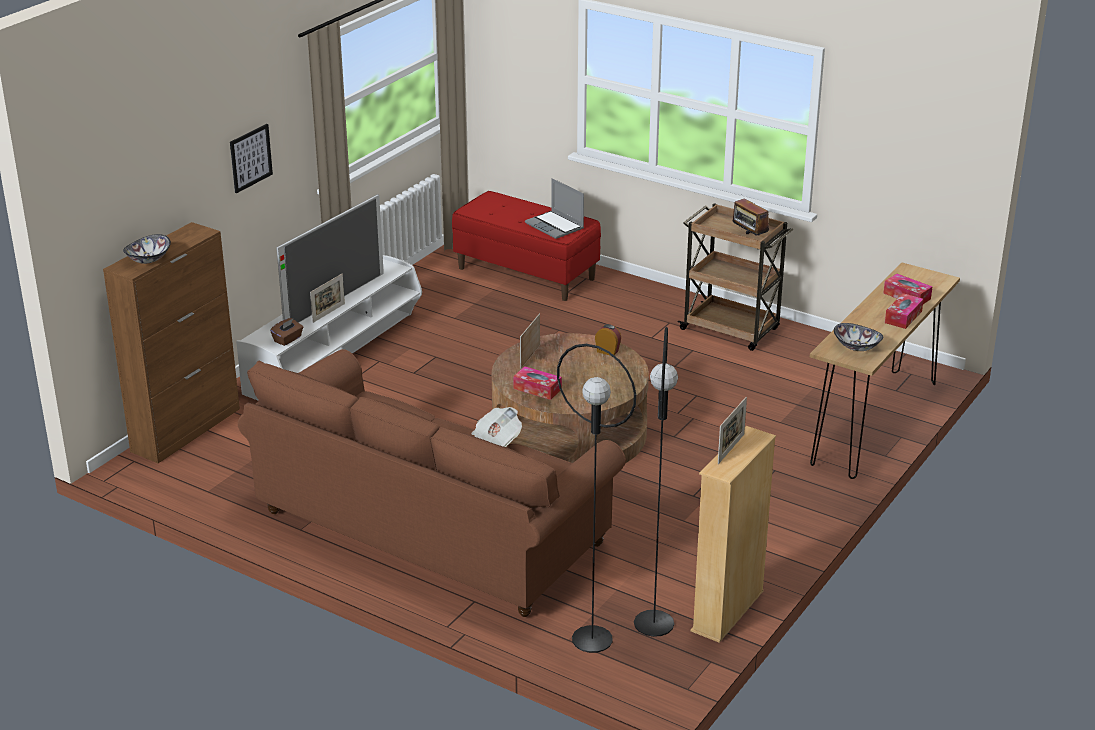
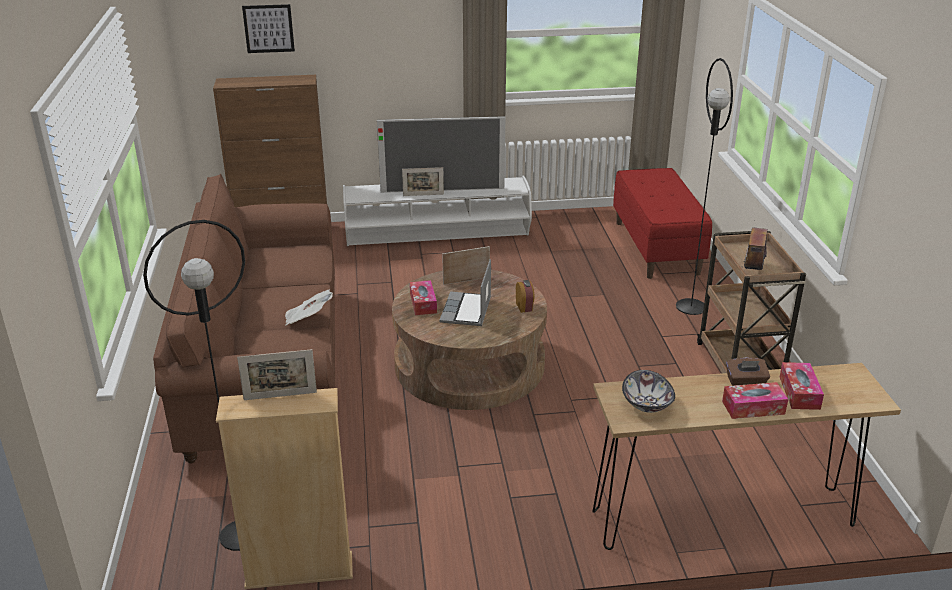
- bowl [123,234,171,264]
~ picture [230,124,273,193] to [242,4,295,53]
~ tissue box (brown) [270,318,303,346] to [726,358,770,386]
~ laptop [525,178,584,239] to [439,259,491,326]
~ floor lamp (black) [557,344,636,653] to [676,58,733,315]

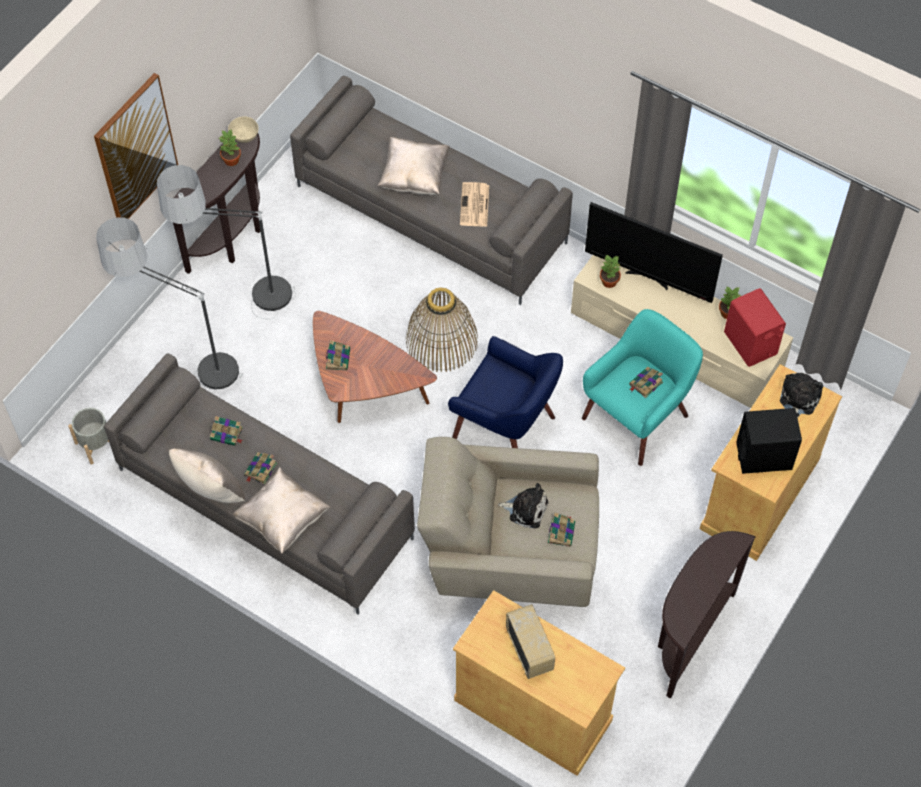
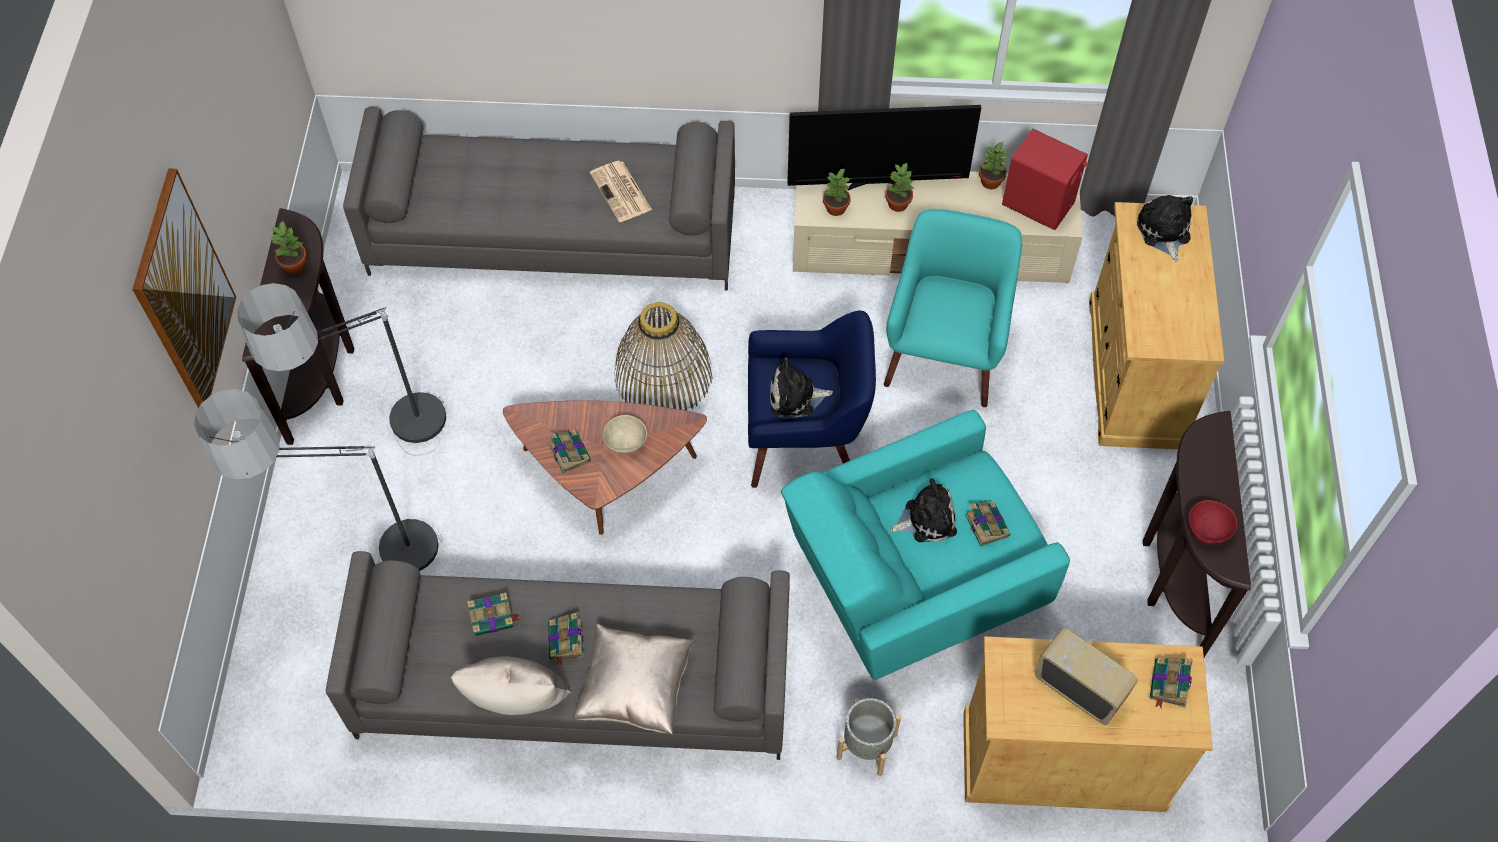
~ planter (grey) [68,408,109,465] to [836,698,901,776]
~ bowl (beige) [228,116,258,143] to [603,415,647,454]
- pillow (beige) [377,137,450,195]
~ armchair (beige) [417,437,599,607] to armchair (turquoise) [781,410,1070,680]
~ book [629,367,663,398] to [1150,657,1193,708]
- speaker (black) [737,408,802,474]
+ plush toy [770,357,833,419]
+ potted plant [885,163,915,212]
+ bowl (red) [1188,500,1237,544]

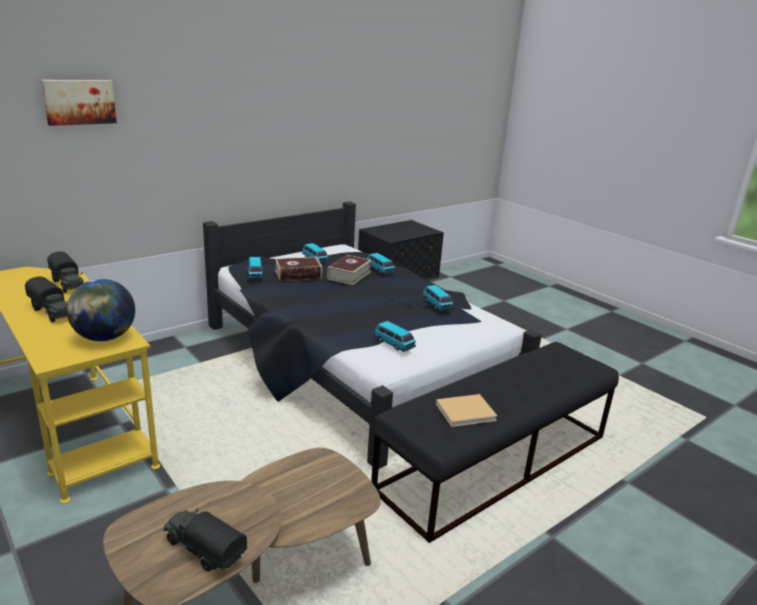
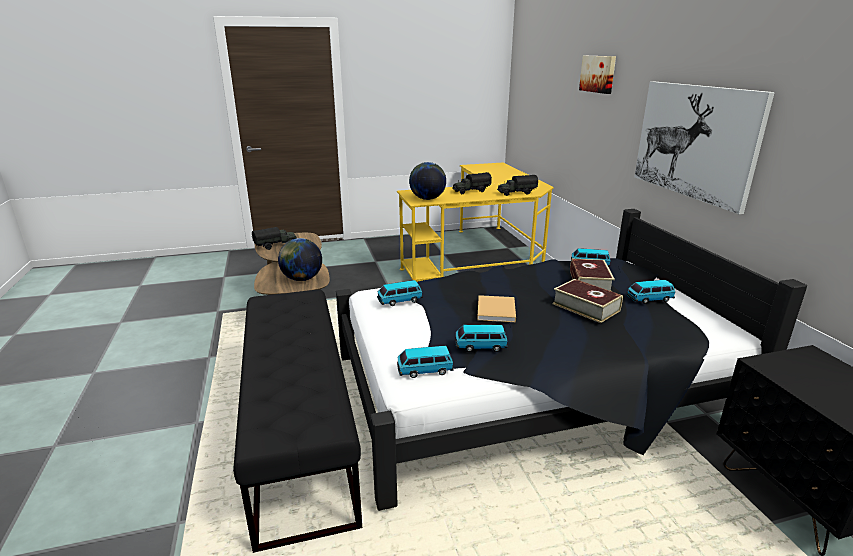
~ toy car [367,253,395,274] to [397,346,454,378]
~ book (beige) [436,394,497,427] to [477,295,516,322]
+ globe [278,238,322,281]
+ picture [634,81,775,214]

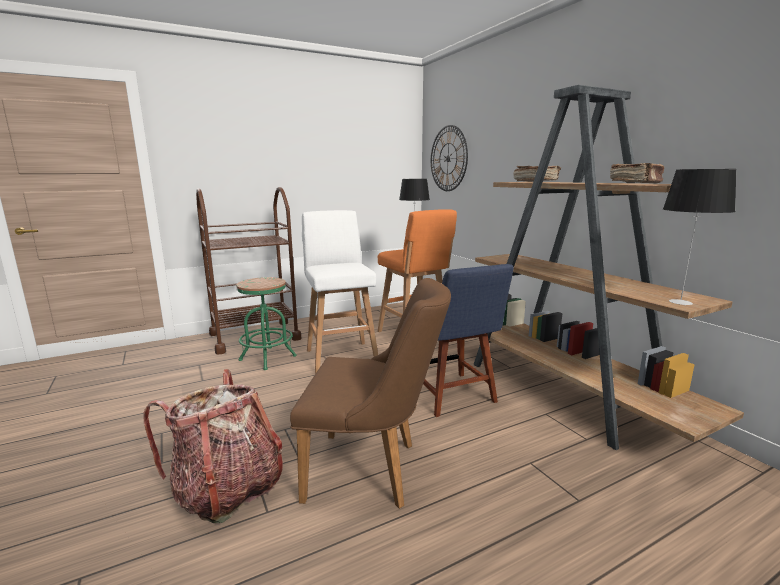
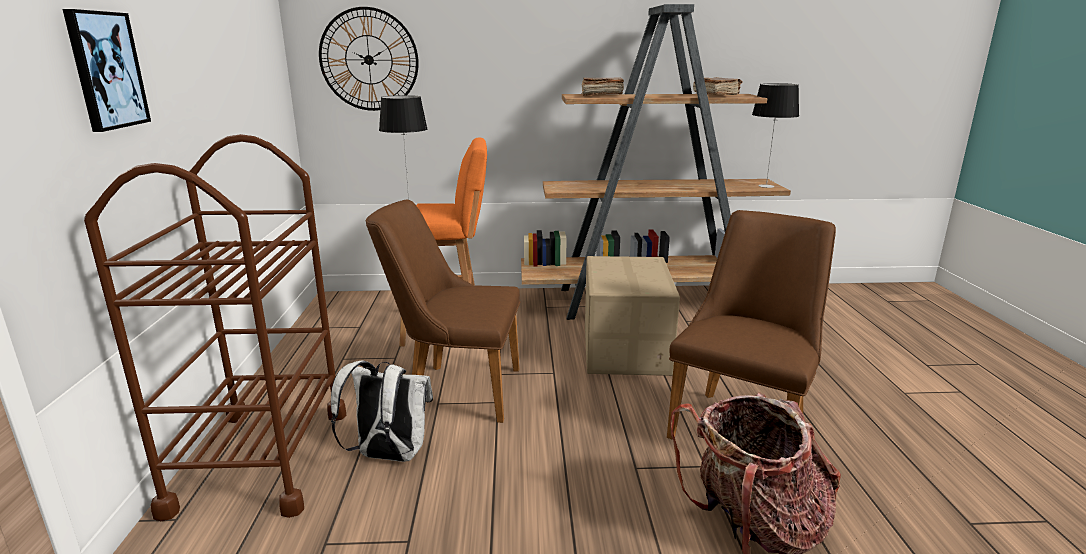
~ stool (green) [236,277,297,370] to backpack (white) [331,360,433,462]
~ stool (white) [302,210,378,374] to chair (brown) [366,200,520,423]
~ chair (blue) [423,264,514,417] to cardboard box [585,256,680,376]
+ picture [63,9,151,132]

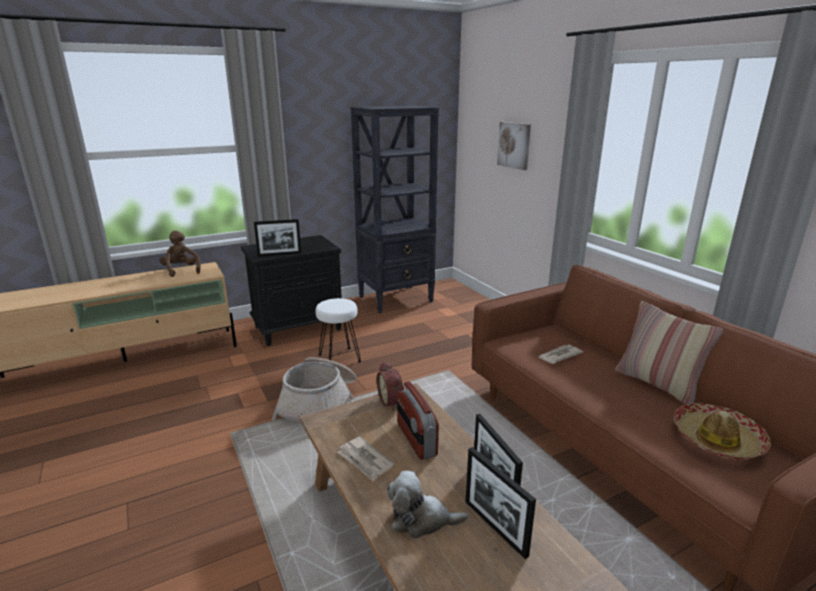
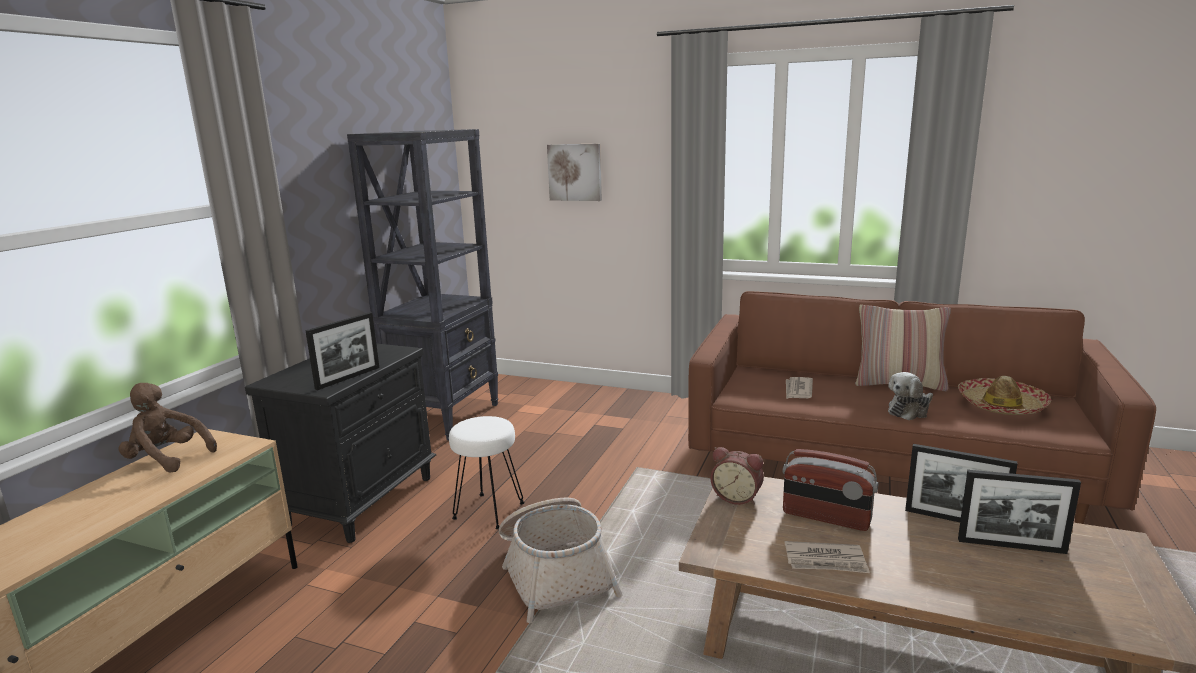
~ plush toy [387,471,468,539] to [888,372,933,420]

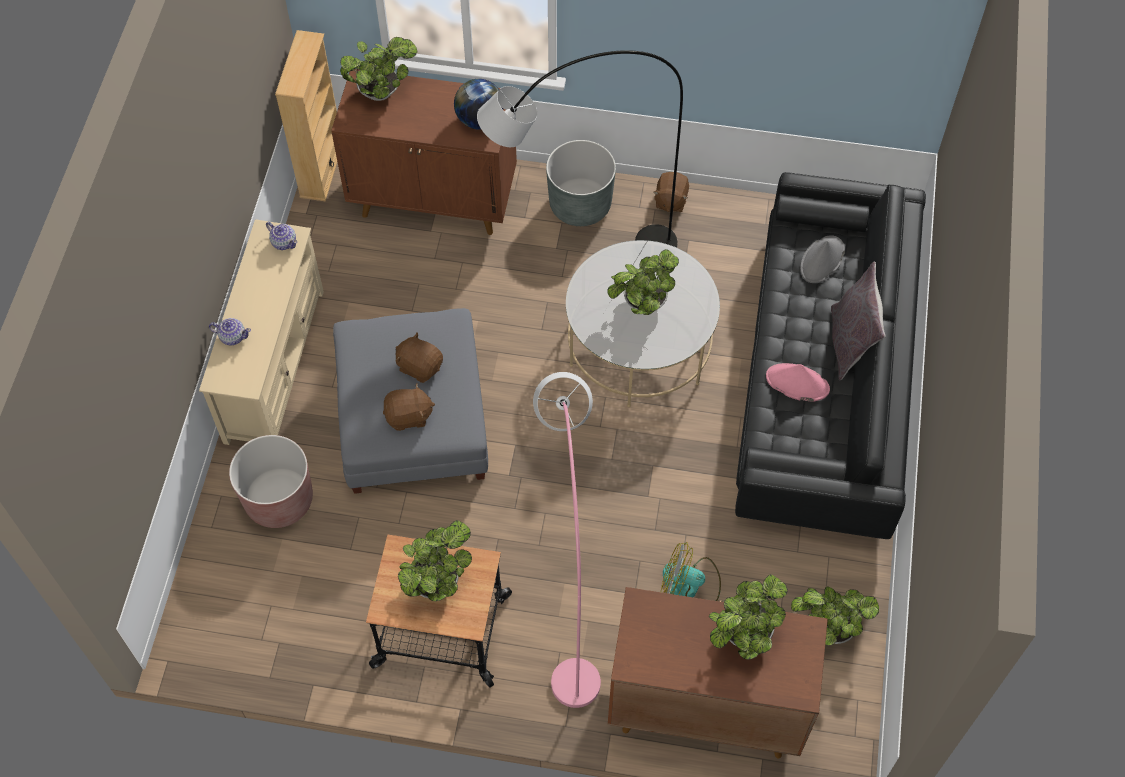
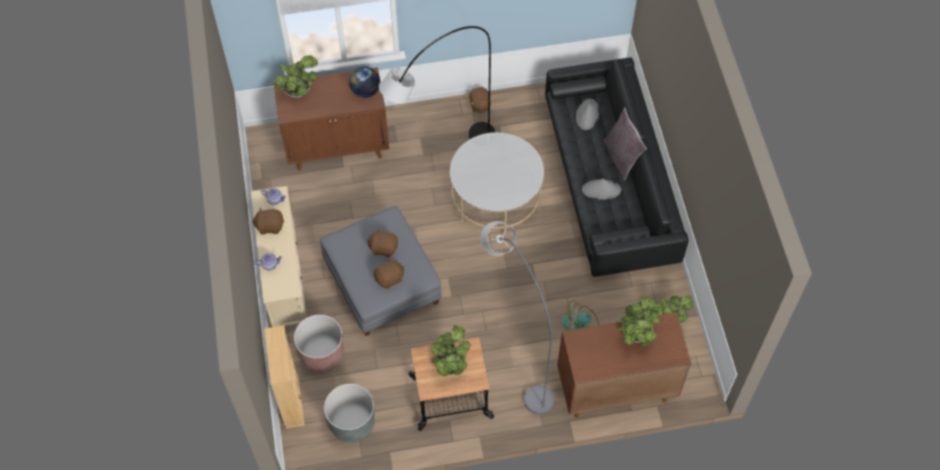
~ bookcase (beige) [275,30,337,201] to [264,325,305,429]
~ floor lamp (pink) [533,372,601,708] to floor lamp (grey) [480,221,554,414]
~ planter (grey) [546,140,616,226] to [324,384,375,443]
- potted plant [607,249,679,315]
~ hat (pink) [766,363,830,401] to hat (grey) [582,179,621,200]
+ plush toy (brown) [252,208,284,234]

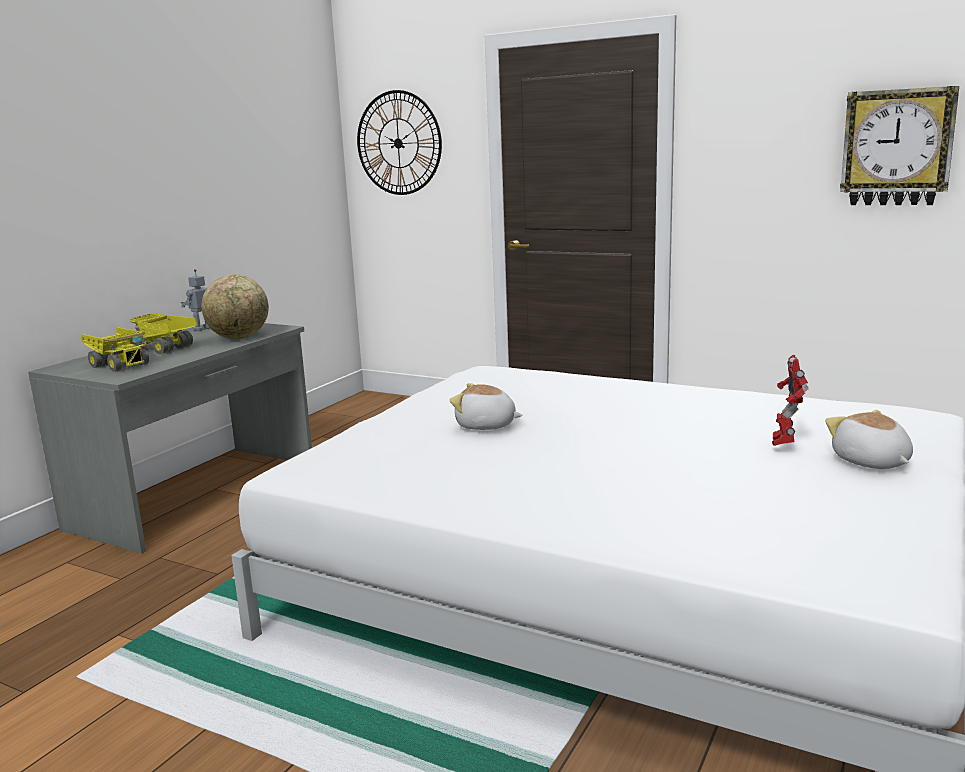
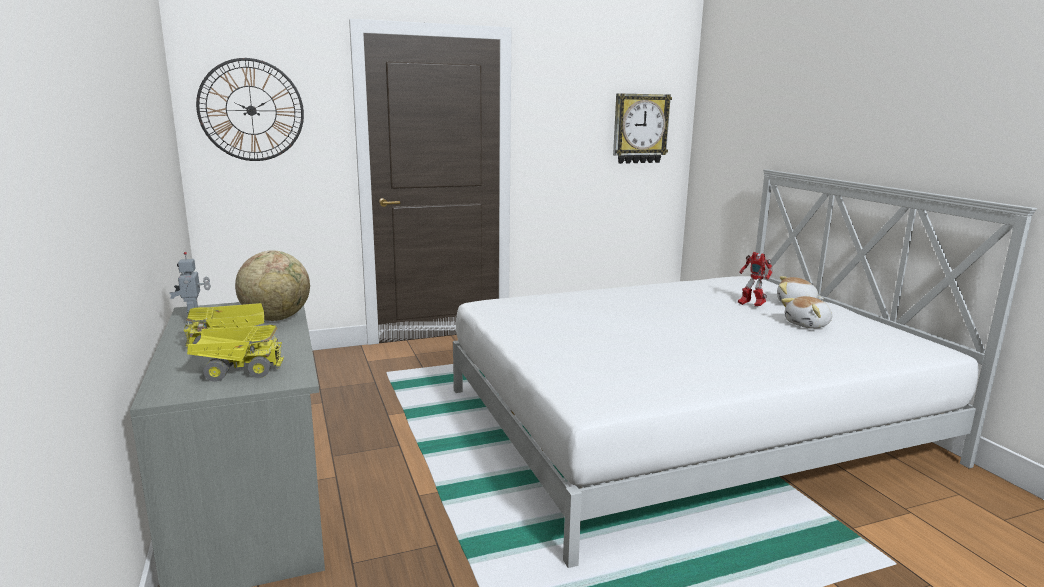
~ plush toy [449,383,523,430] to [781,296,832,329]

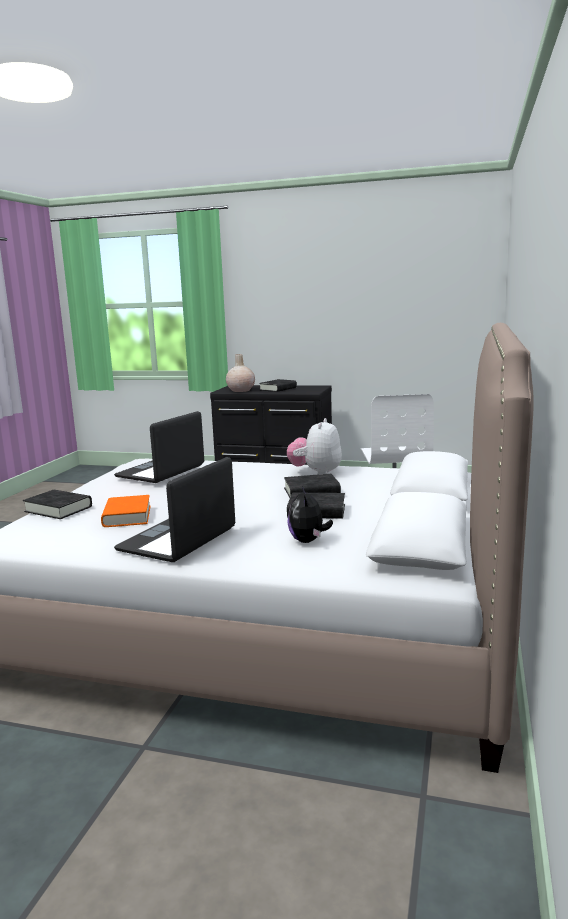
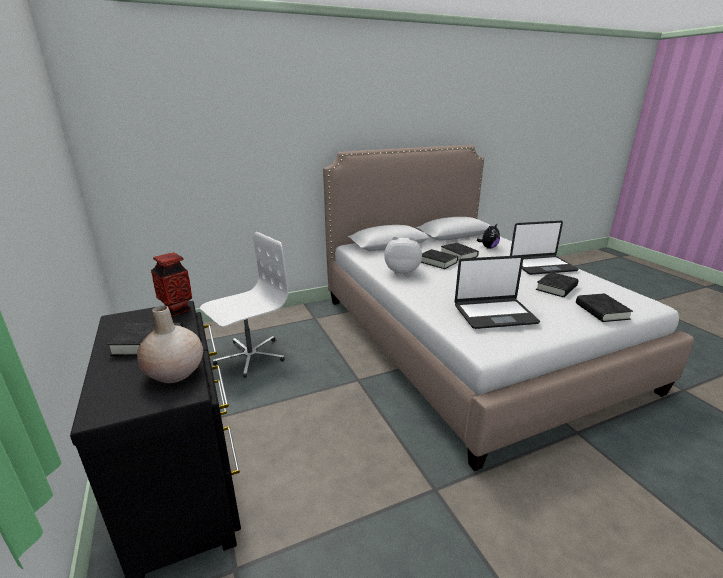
~ book (orange) [101,495,151,527] to book (black) [536,272,578,297]
~ plush toy [287,418,342,474] = [384,236,422,276] 150 degrees counterclockwise
+ vase [151,252,192,317]

